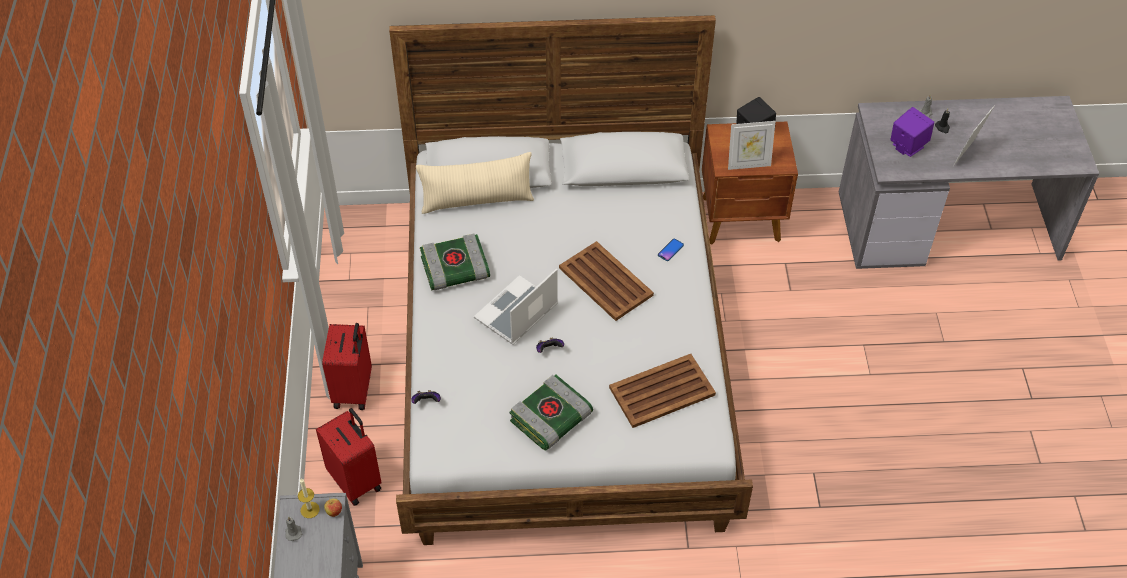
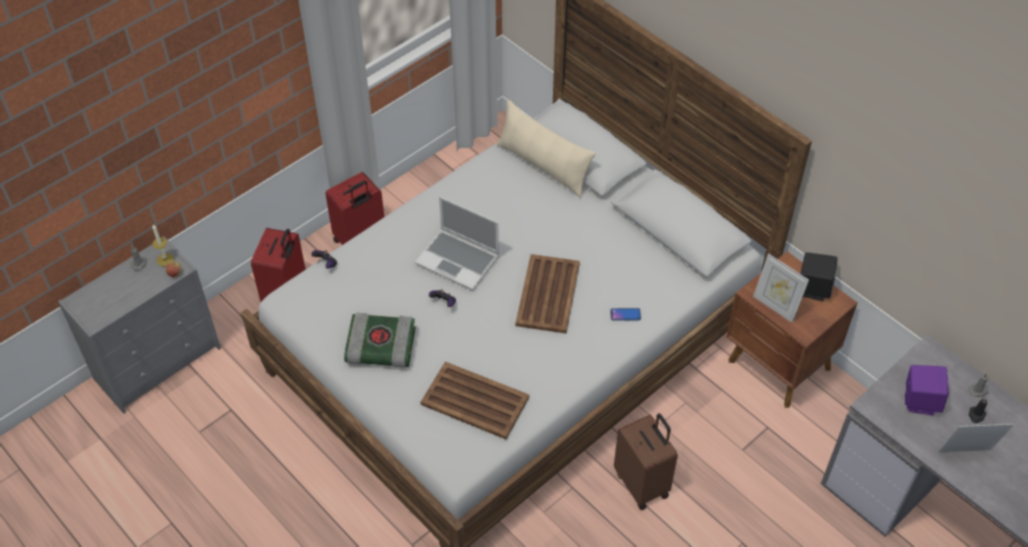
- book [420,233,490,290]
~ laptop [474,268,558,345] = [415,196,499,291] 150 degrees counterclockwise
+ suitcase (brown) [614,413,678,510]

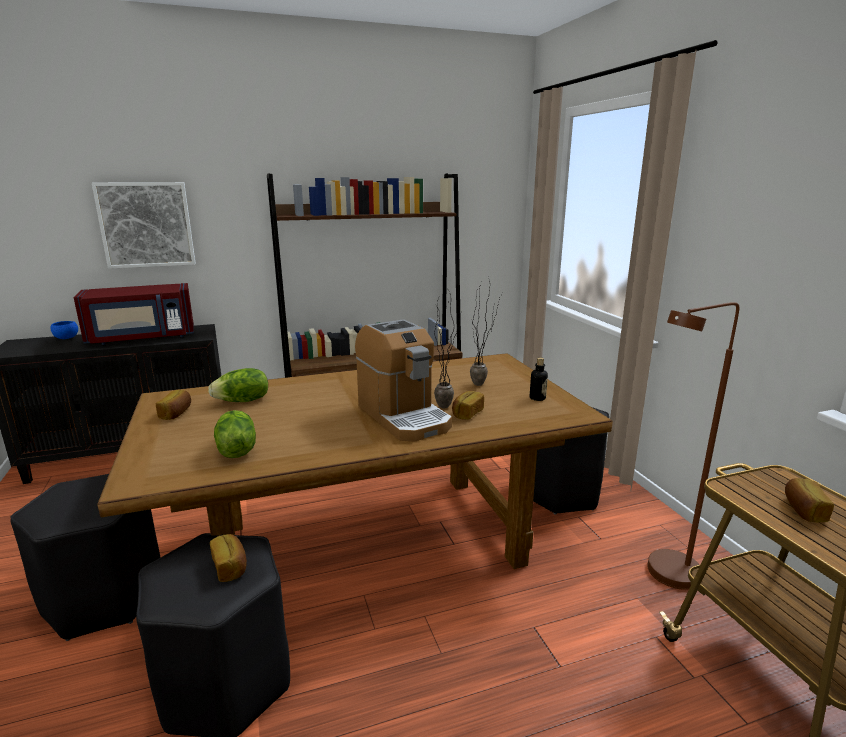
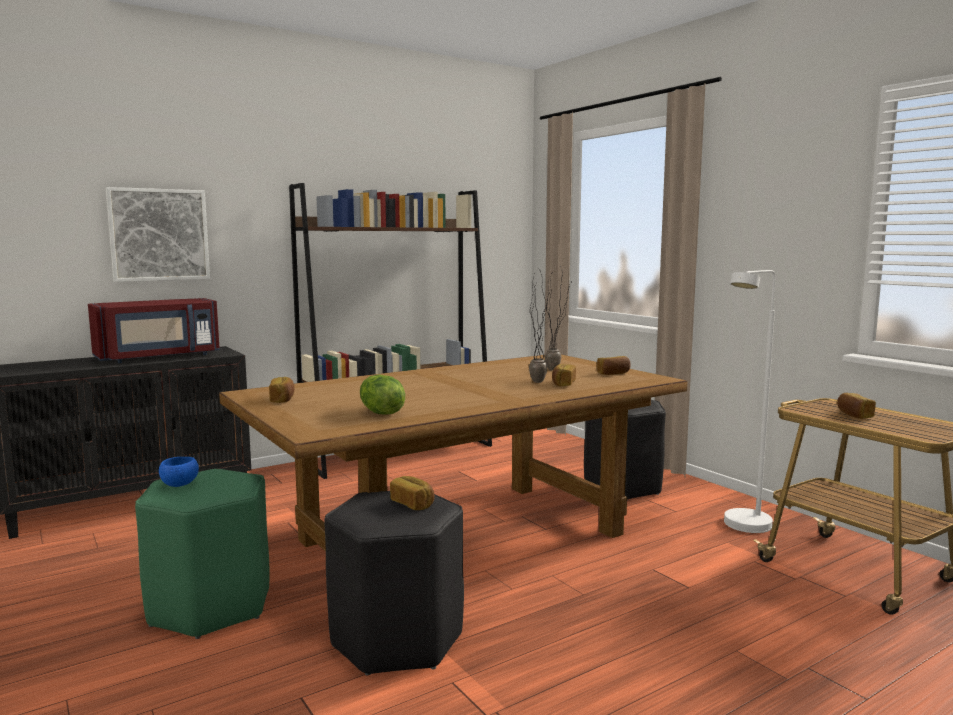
~ stool (black) [10,474,160,641] to stool (green) [135,469,270,639]
~ bowl (blue) [50,321,78,339] to [159,457,199,487]
- lettuce [208,368,268,402]
- coffee machine [355,319,452,441]
~ bottle [530,357,548,401] to bread [597,356,631,375]
~ floor lamp (brown) [647,302,739,590] to floor lamp (white) [724,270,776,533]

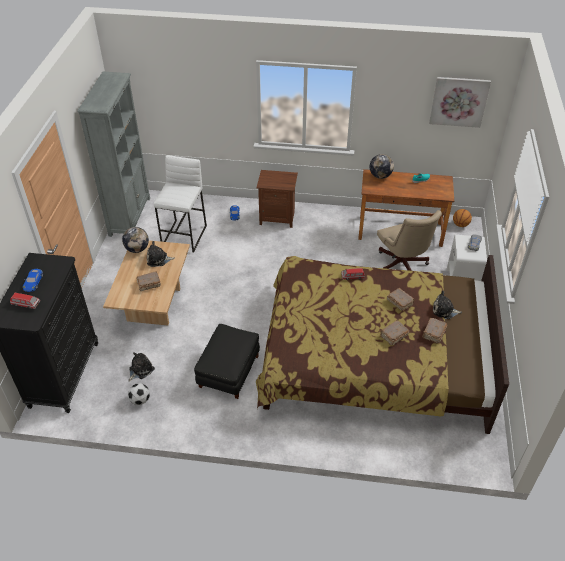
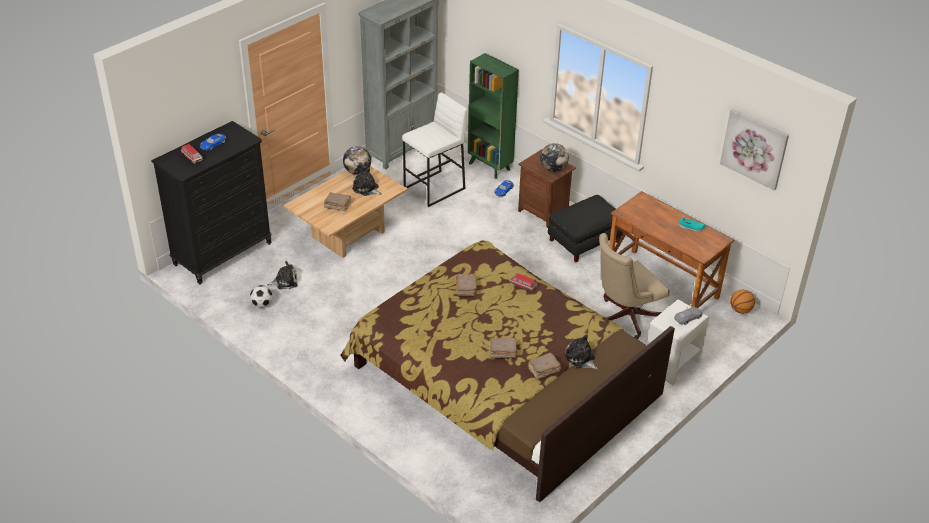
~ ottoman (black) [194,324,260,399] to [548,195,623,262]
~ globe [370,154,394,179] to [540,143,569,172]
~ office chair (beige) [377,210,442,271] = [599,233,670,339] 45 degrees clockwise
~ book (brown) [387,288,415,311] to [455,273,477,296]
+ bookcase (green) [468,53,519,179]

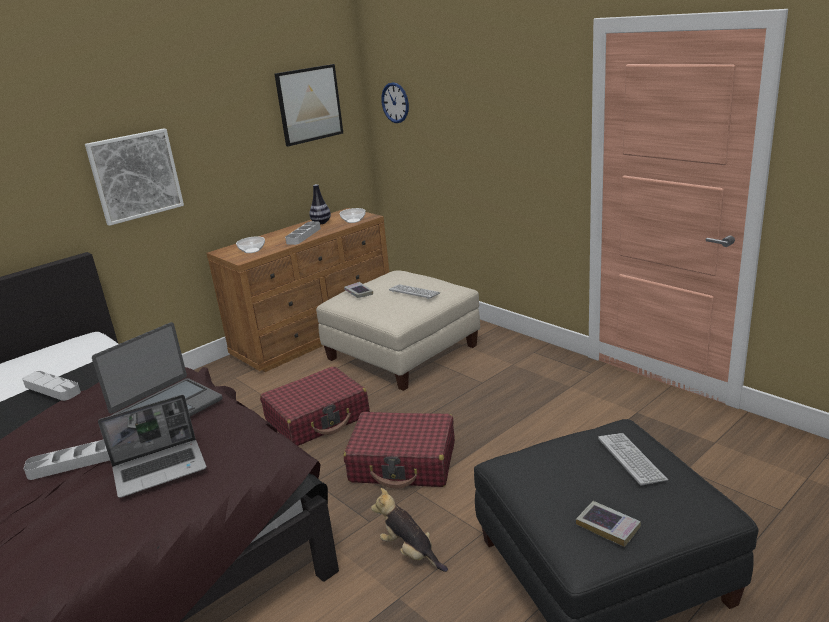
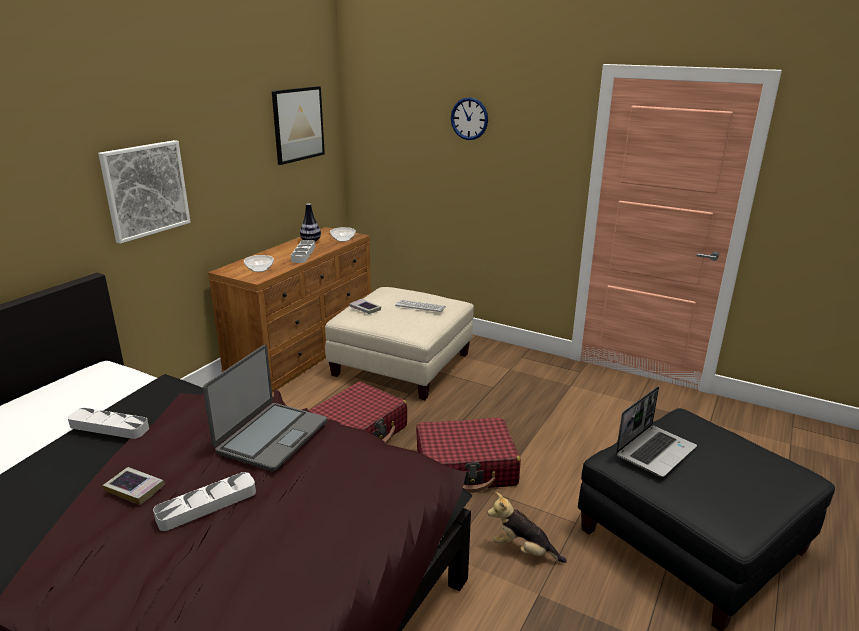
~ laptop [98,395,207,498] to [616,386,697,477]
~ wall clock [381,82,409,123] to [451,97,488,140]
~ book [576,501,641,547] to [103,467,165,505]
- keyboard [598,433,668,486]

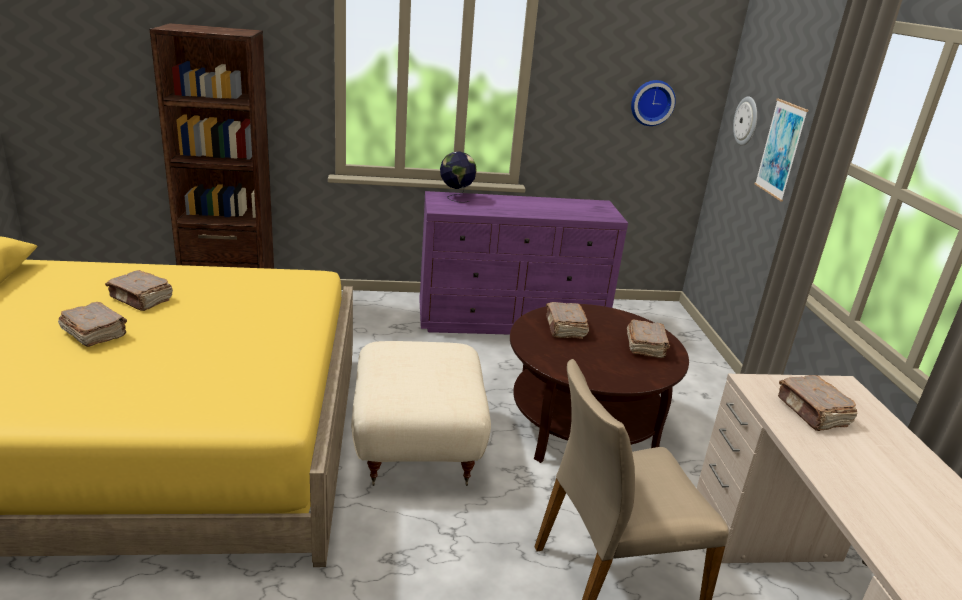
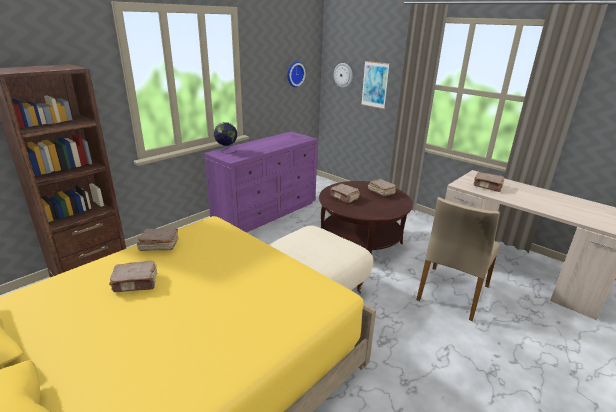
~ book (brown) [58,302,127,347] to [137,228,179,251]

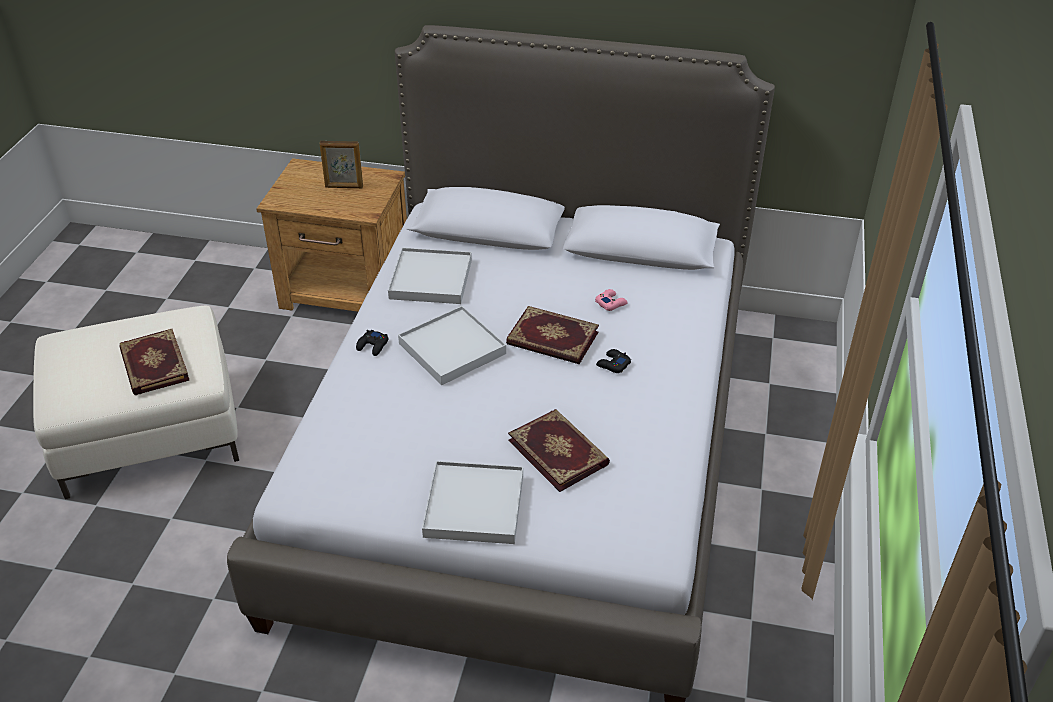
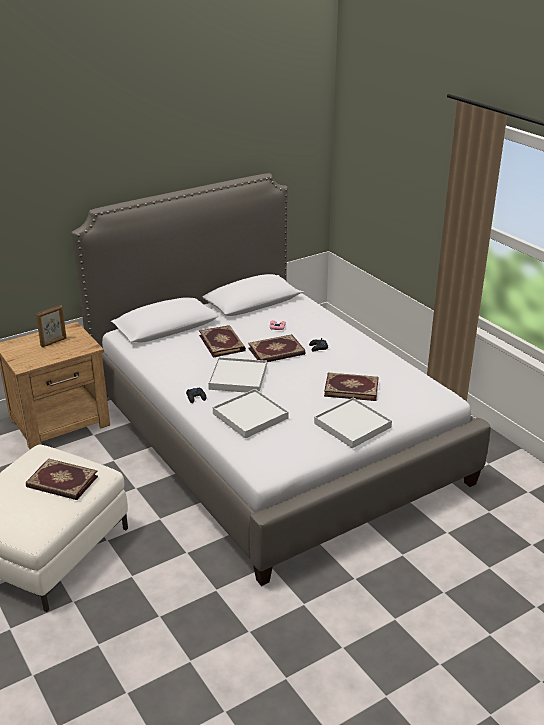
~ tray (white) [388,248,472,304] to [213,389,288,438]
+ book [199,325,246,358]

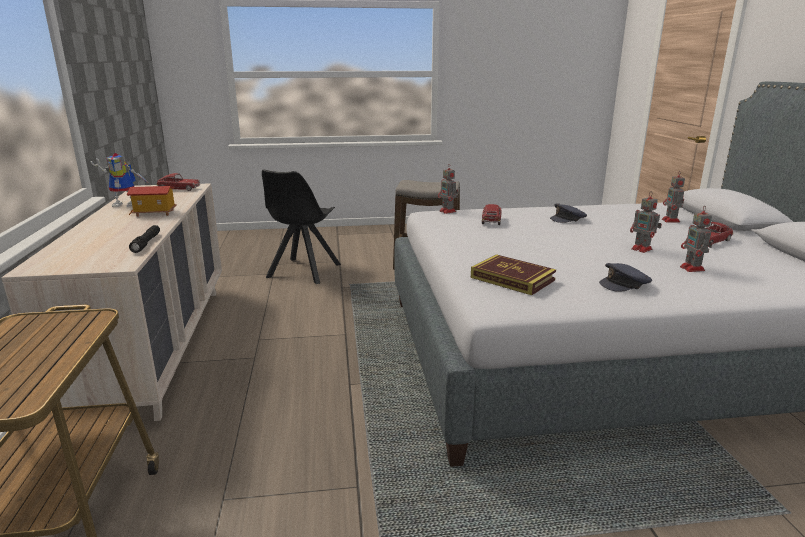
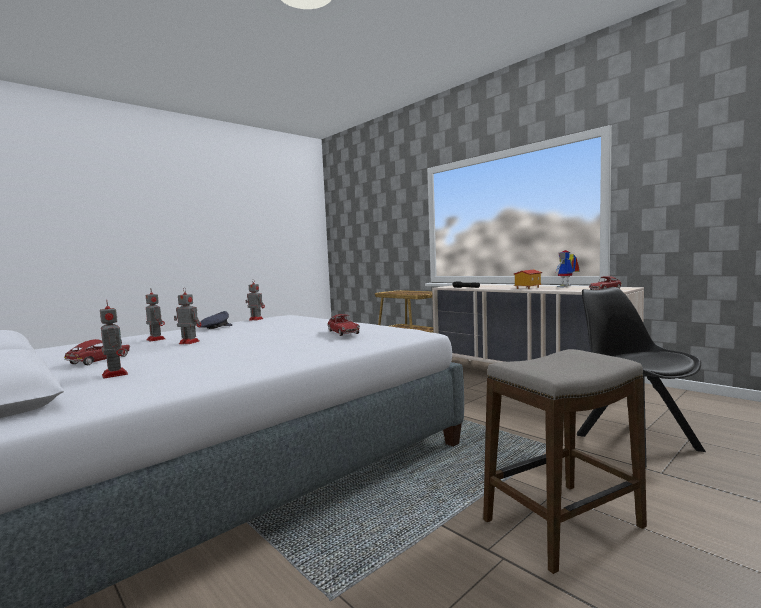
~ toy robot [438,164,458,214] to [245,279,265,321]
- book [471,254,556,295]
- cap (grey) [550,203,587,223]

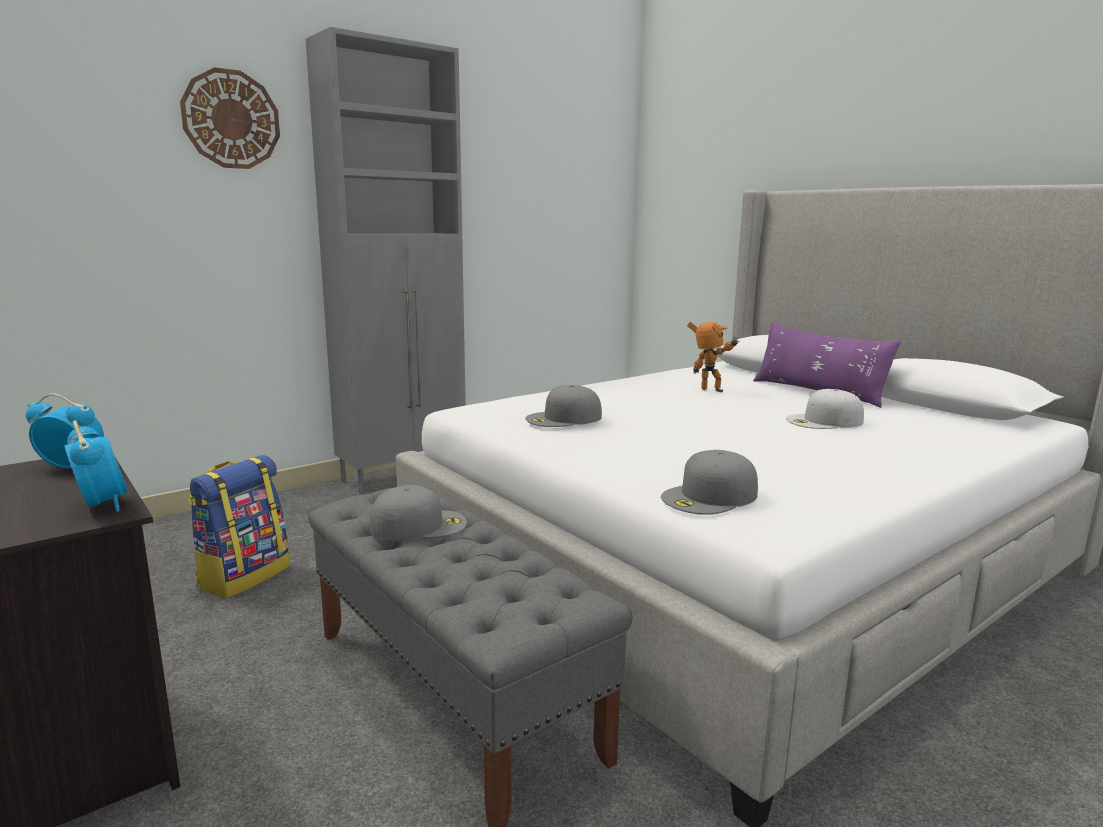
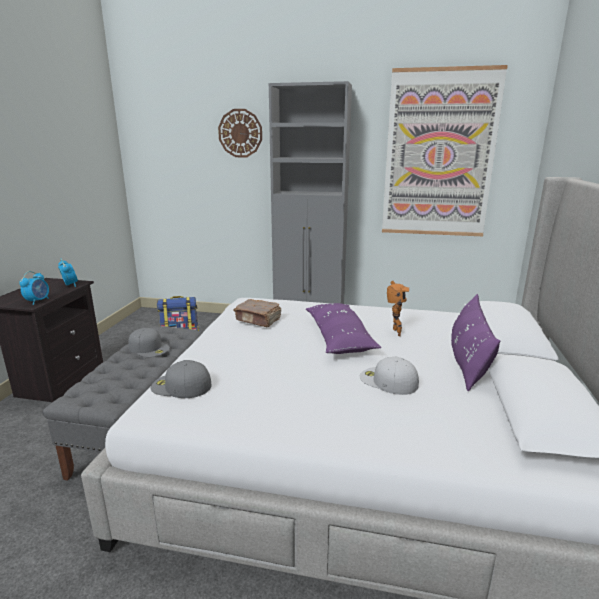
~ cap (grey) [526,385,602,427] to book (brown) [234,299,281,327]
+ pillow (purple) [306,303,381,354]
+ picture [382,65,508,236]

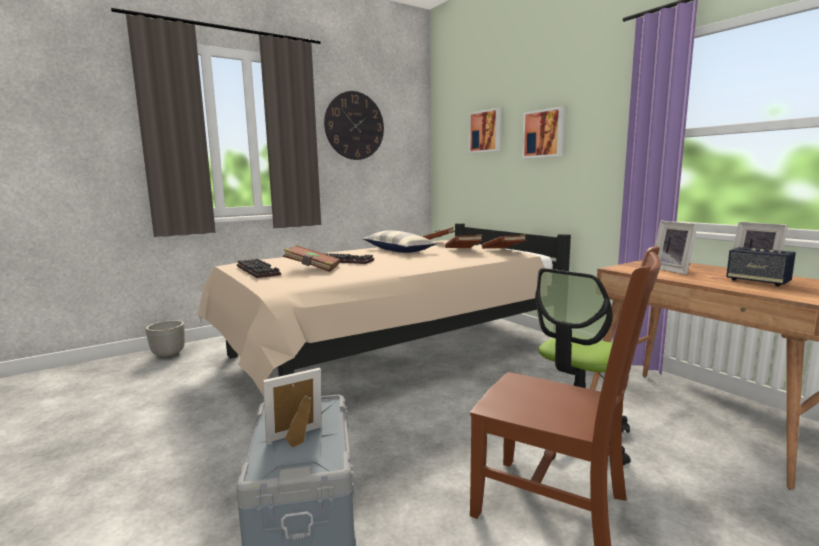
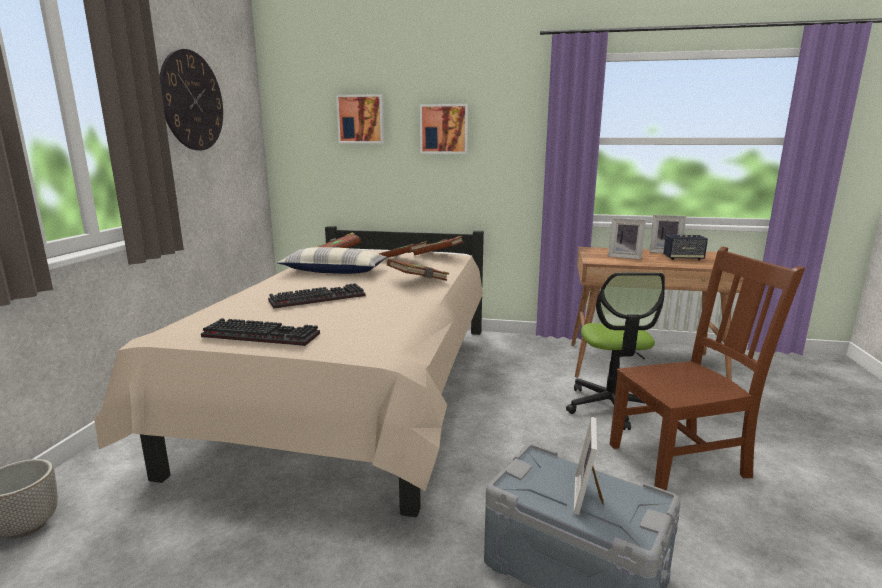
~ book (brown) [283,245,340,272] to [387,259,449,281]

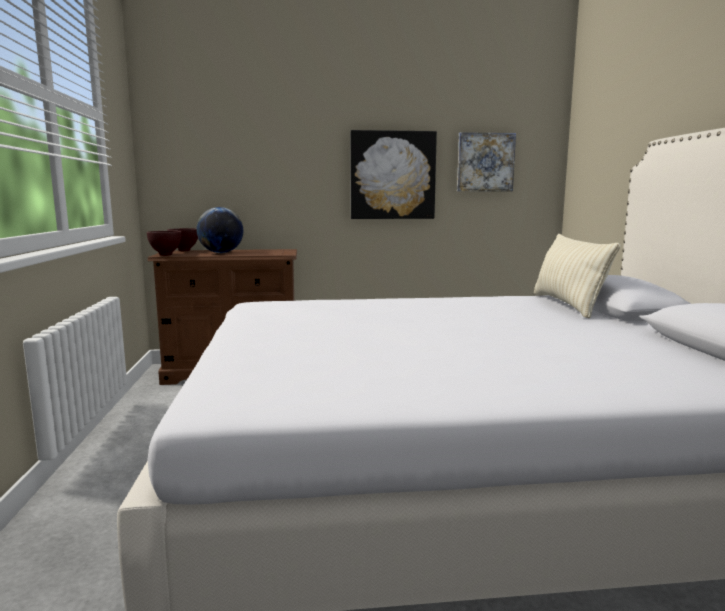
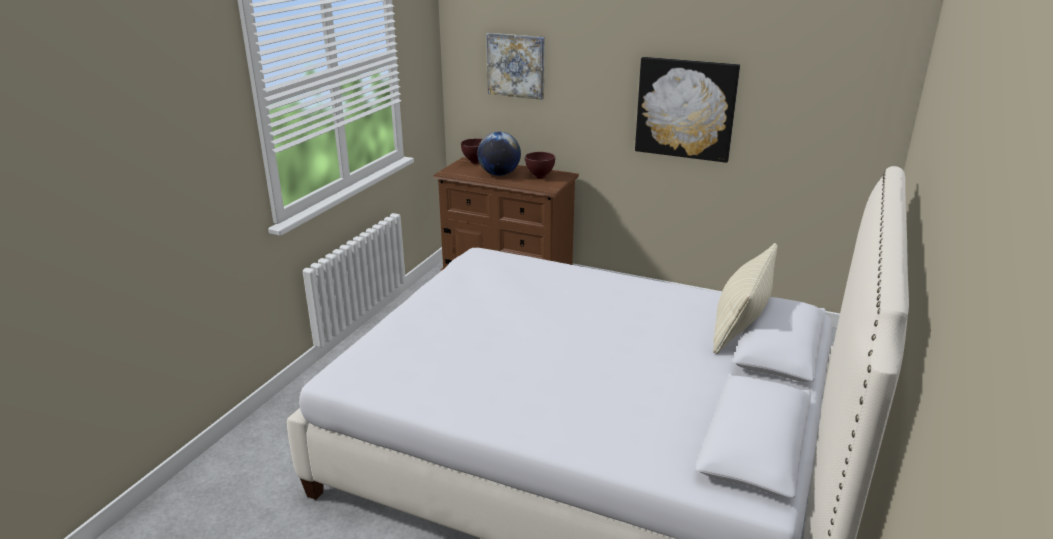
~ bowl (brown) [147,231,181,256] to [525,152,555,179]
~ picture [457,132,516,191] to [487,33,545,100]

